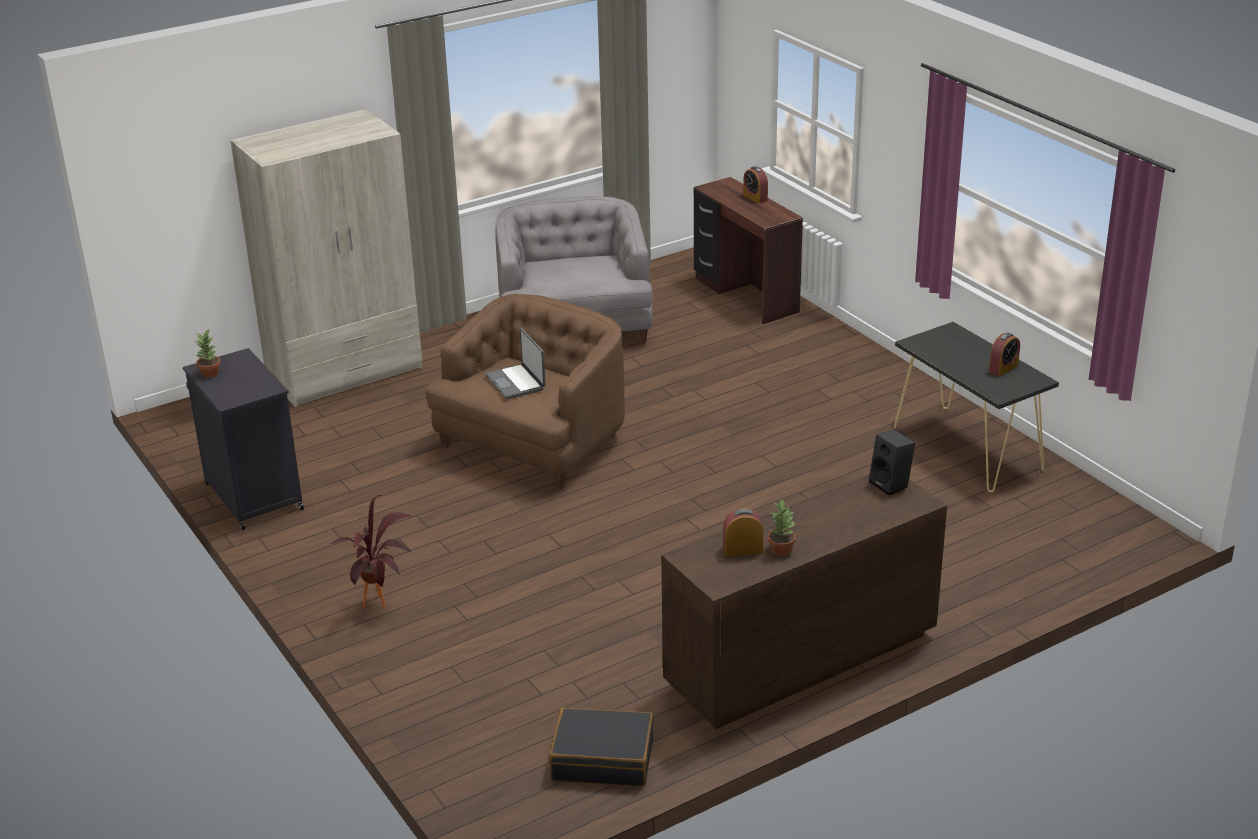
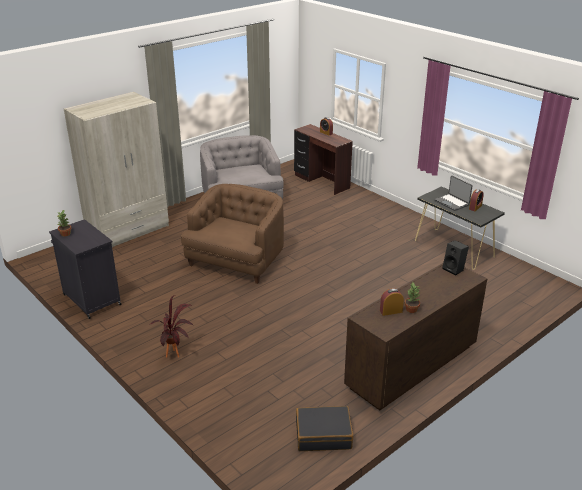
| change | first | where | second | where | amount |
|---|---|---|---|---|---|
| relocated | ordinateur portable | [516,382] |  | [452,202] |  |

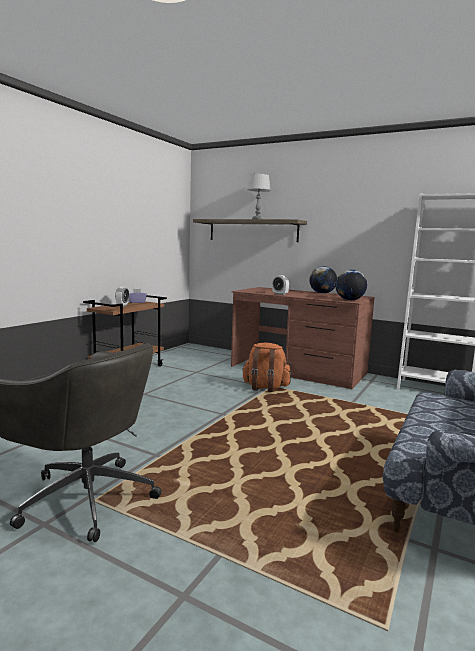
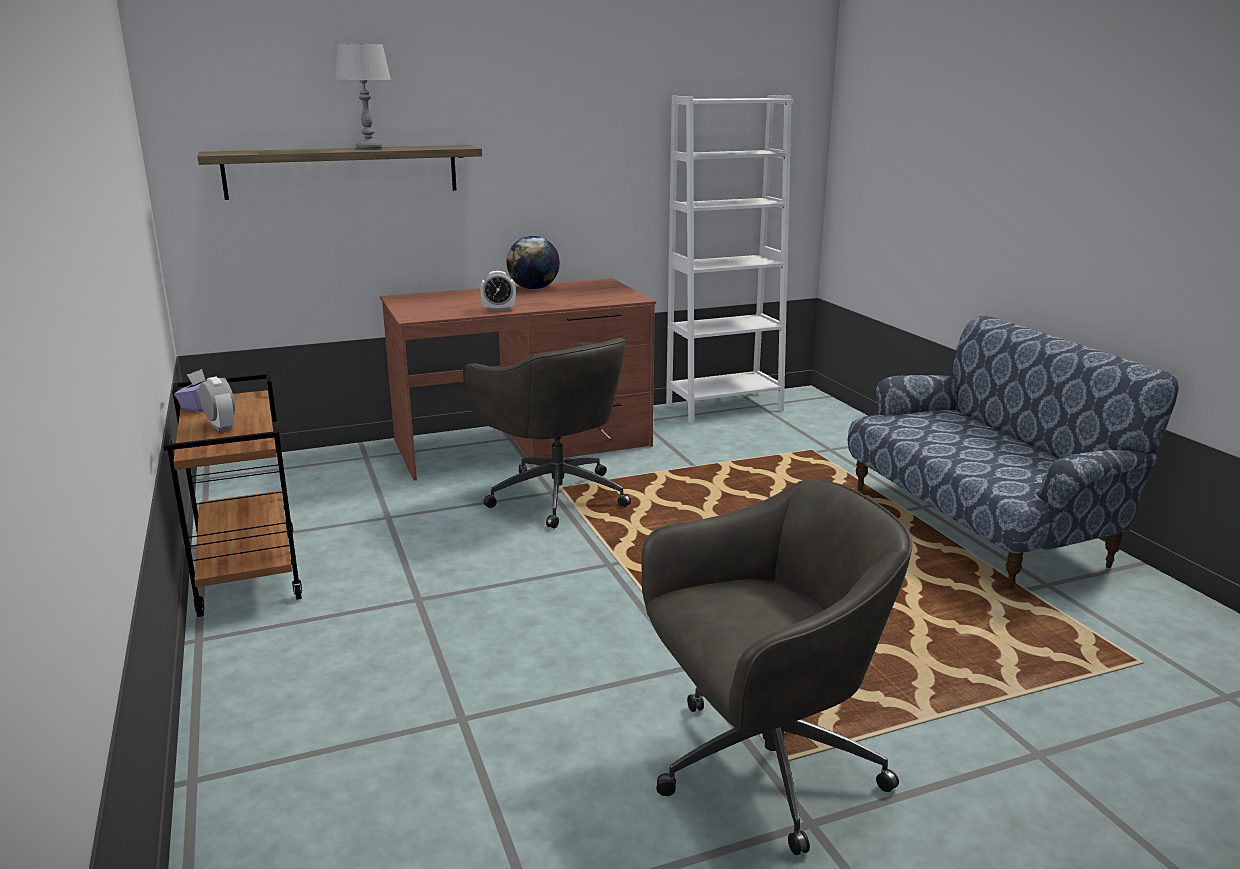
| change | first | where | second | where | amount |
|---|---|---|---|---|---|
| missing | globe | [349,300] |  |  |  |
| exchanged | sac à dos (orange) | [265,387] | chaise de bureau (gris) | [555,494] |  |

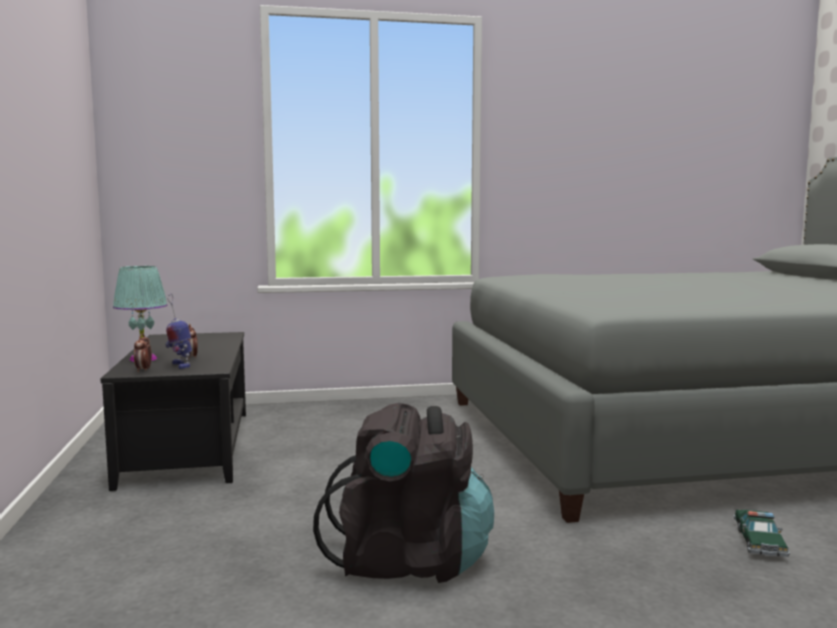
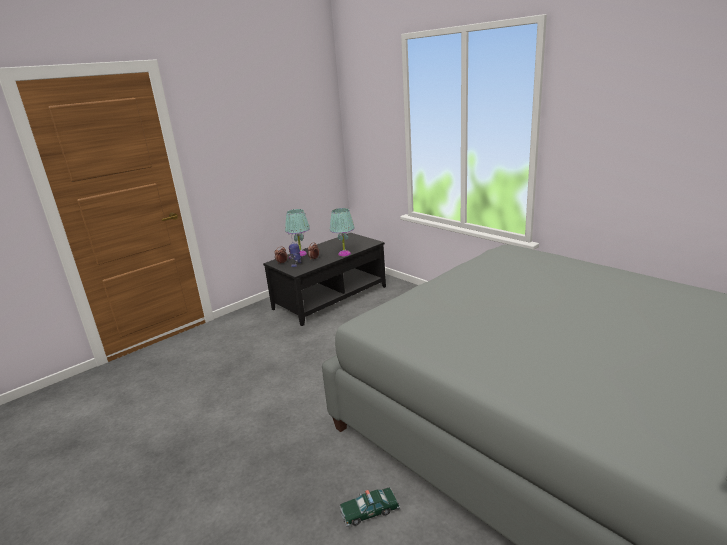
| change | first | where | second | where | amount |
|---|---|---|---|---|---|
| missing | sac à dos (noir) | [409,560] |  |  |  |
| appeared |  |  | lampe de table (turquoise) | [344,254] |  |

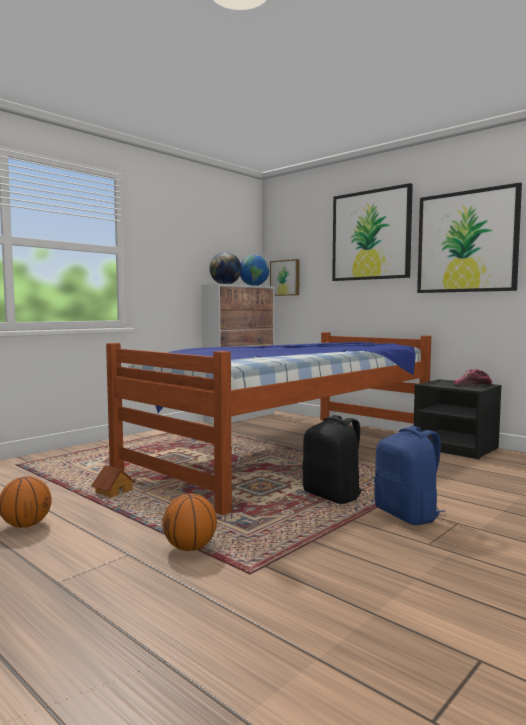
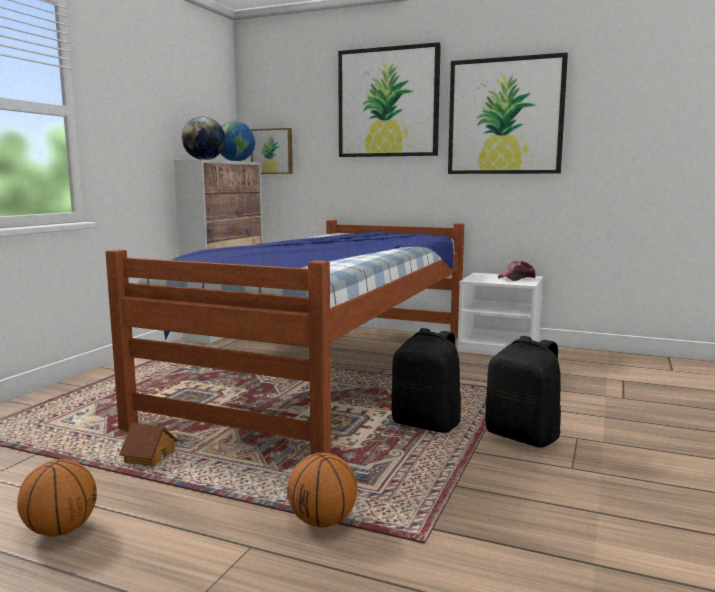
| change | first | where | second | where | amount |
|---|---|---|---|---|---|
| colour | table de chevet (noir) | [456,448] | table de chevet (blanc) | [500,348] |  |
| colour | sac à dos (bleu) | [408,515] | sac à dos (noir) | [523,436] |  |

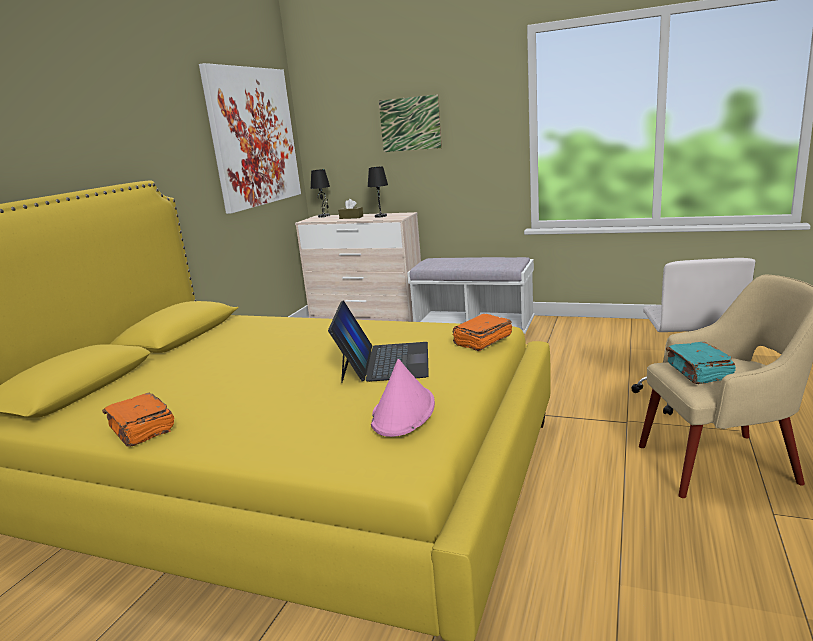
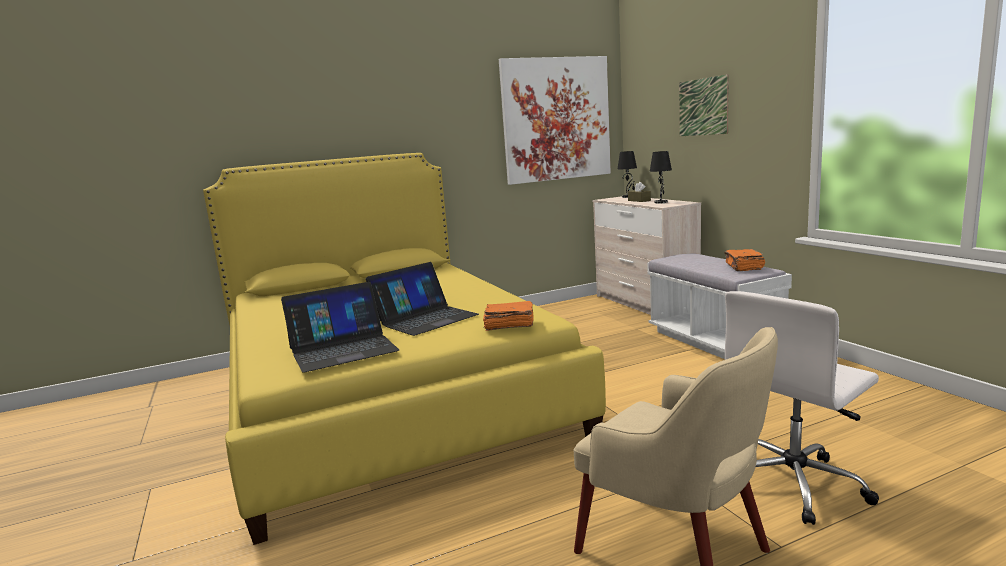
| change | first | where | second | where | amount |
|---|---|---|---|---|---|
| missing | livre (turquoise) | [698,372] |  |  |  |
| exchanged | chapeau (rose) | [403,412] | ordinateur portable | [343,349] |  |
| relocated | livre (orange) | [141,430] |  | [744,267] |  |

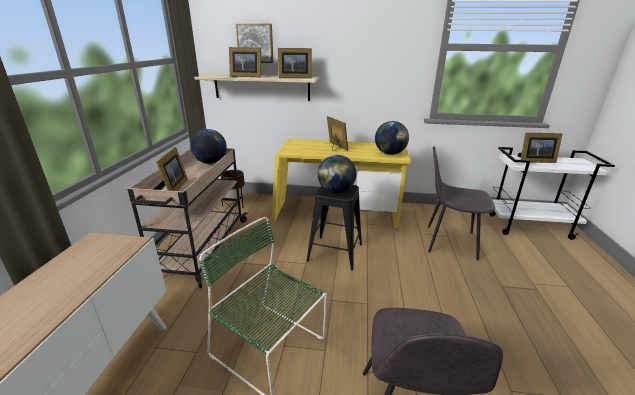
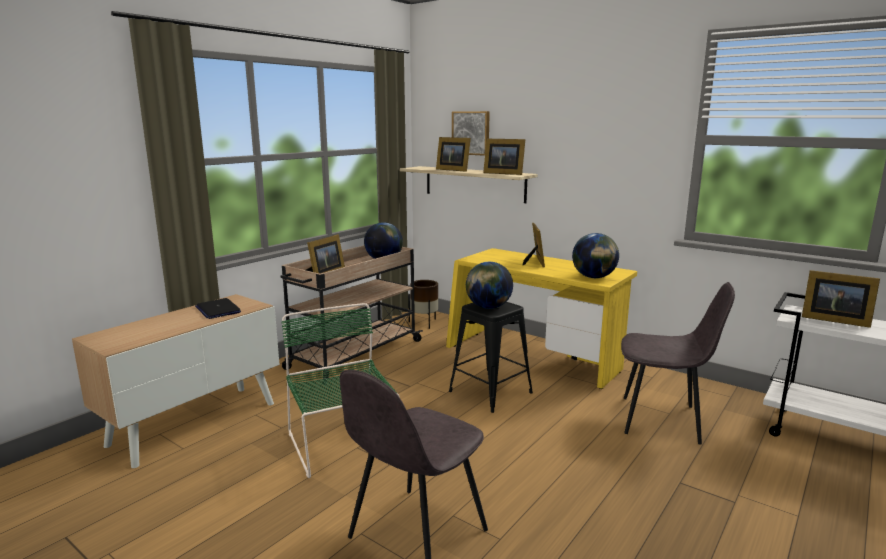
| change | first | where | second | where | amount |
|---|---|---|---|---|---|
| spun | chaise (gris) | [449,242] |  | [663,420] | 150 degrees clockwise |
| appeared |  |  | ordinateur portable | [218,310] |  |

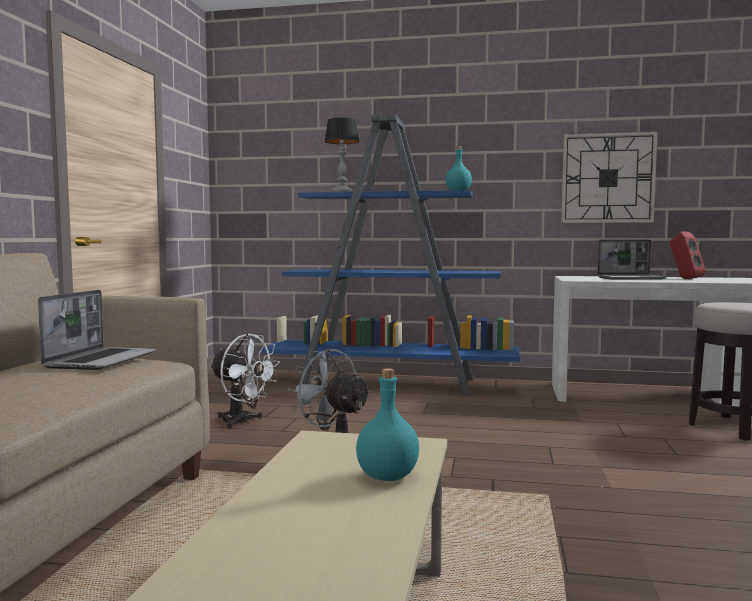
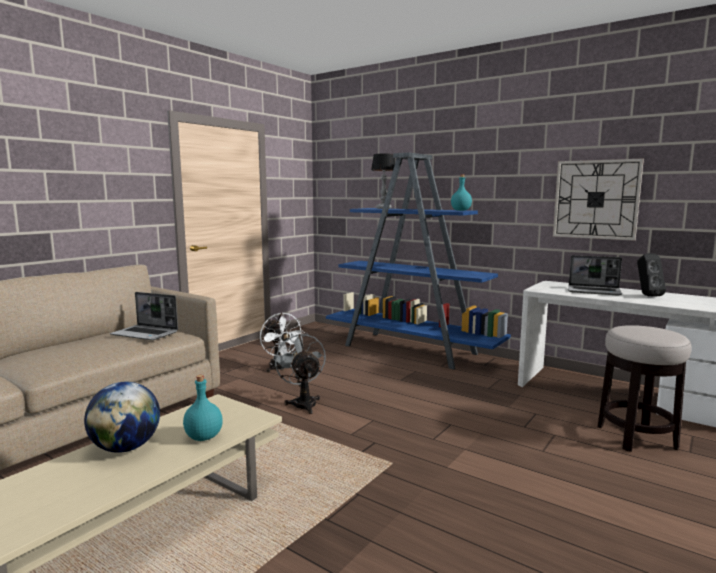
| change | first | where | second | where | amount |
|---|---|---|---|---|---|
| colour | enceinte (rouge) | [684,278] | enceinte (noir) | [646,295] |  |
| spun | ordinateur portable | [101,360] |  | [146,334] | 75 degrees clockwise |
| appeared |  |  | globe | [126,448] |  |

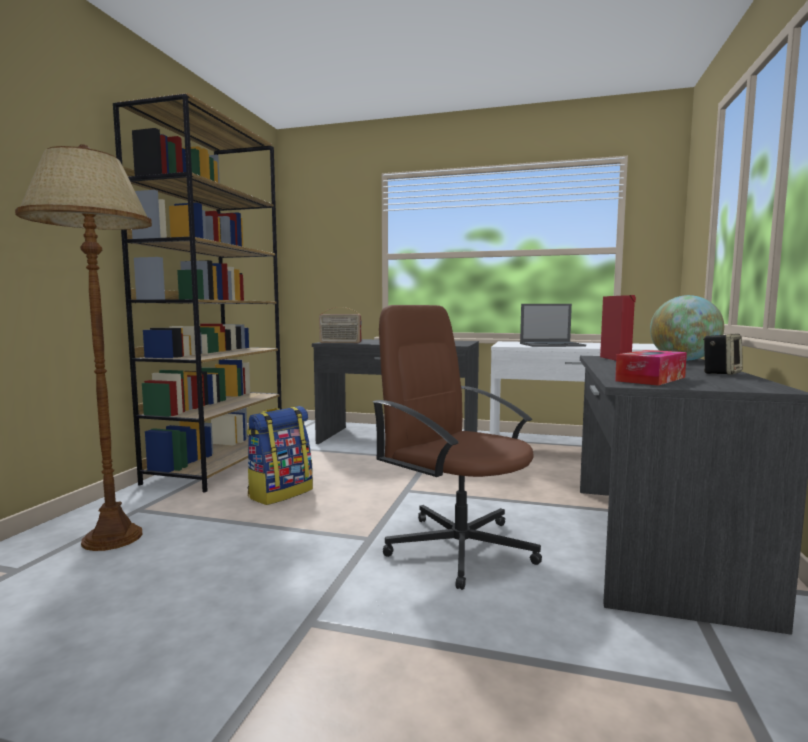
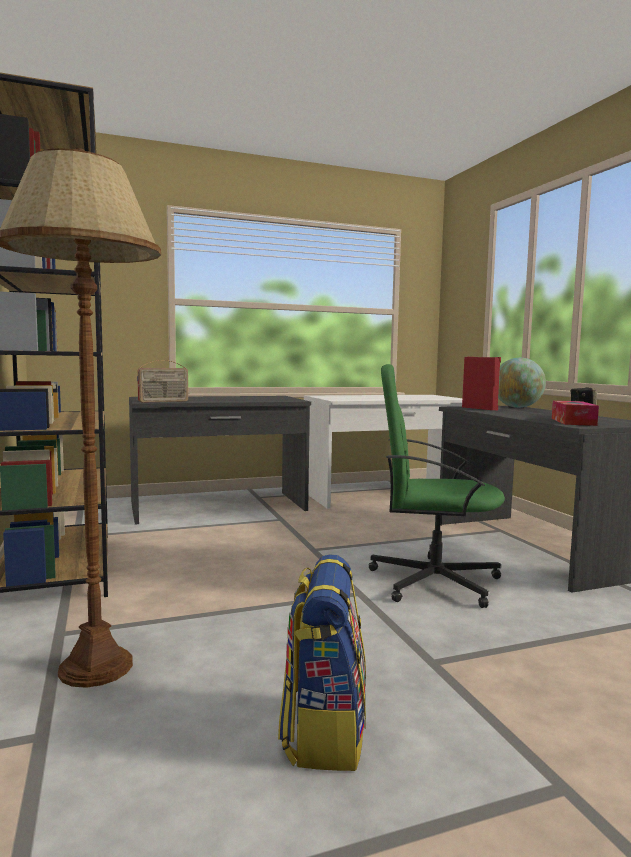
| change | first | where | second | where | amount |
|---|---|---|---|---|---|
| missing | ordinateur portable | [552,345] |  |  |  |
| colour | chaise de bureau (marron) | [458,547] | chaise de bureau (vert) | [432,581] |  |
| relocated | sac à dos | [280,493] |  | [323,731] |  |

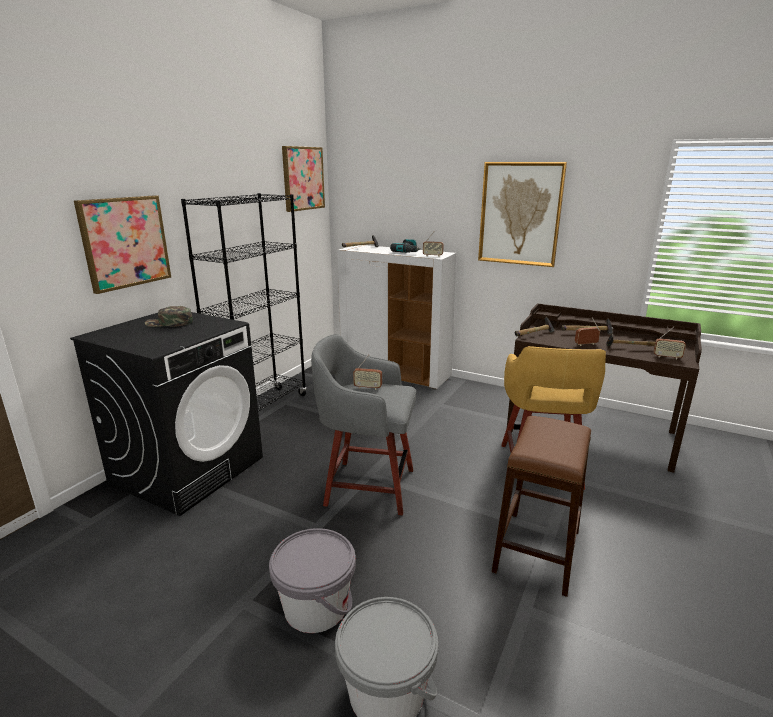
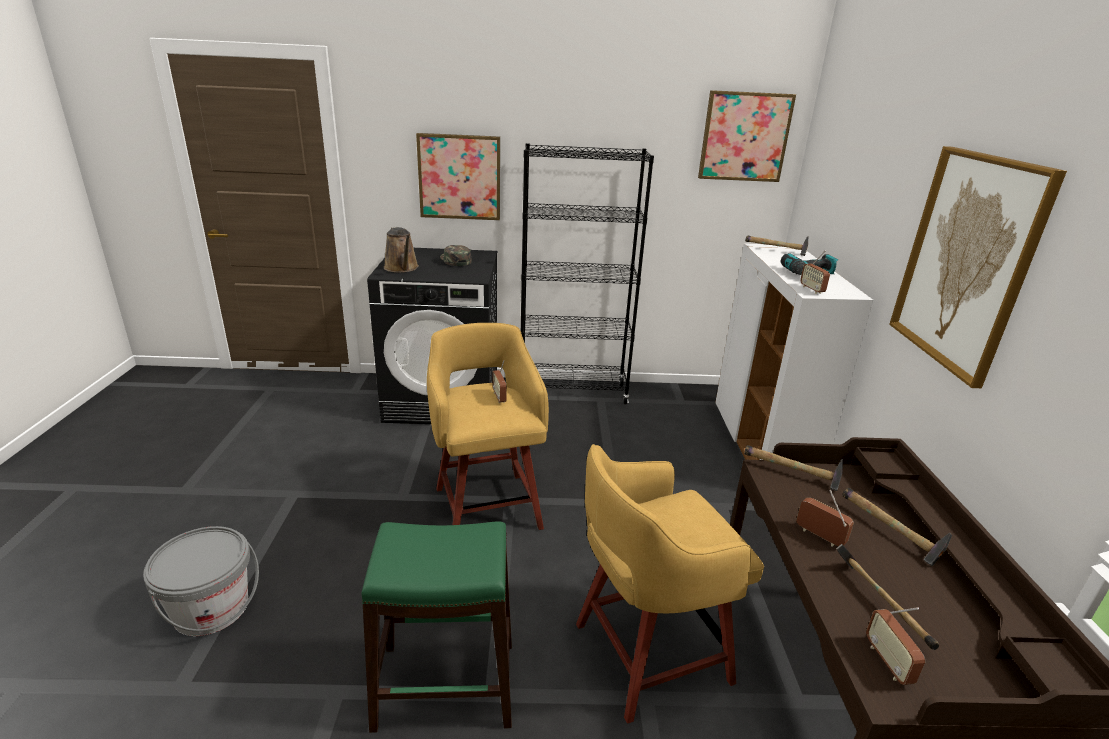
| change | first | where | second | where | amount |
|---|---|---|---|---|---|
| colour | tabouret (gris) | [367,486] | tabouret (jaune) | [487,505] |  |
| colour | tabouret (marron) | [536,550] | tabouret (vert) | [445,684] |  |
| missing | seau (gris) | [316,606] |  |  |  |
| appeared |  |  | arrosoir (marron) | [402,268] |  |

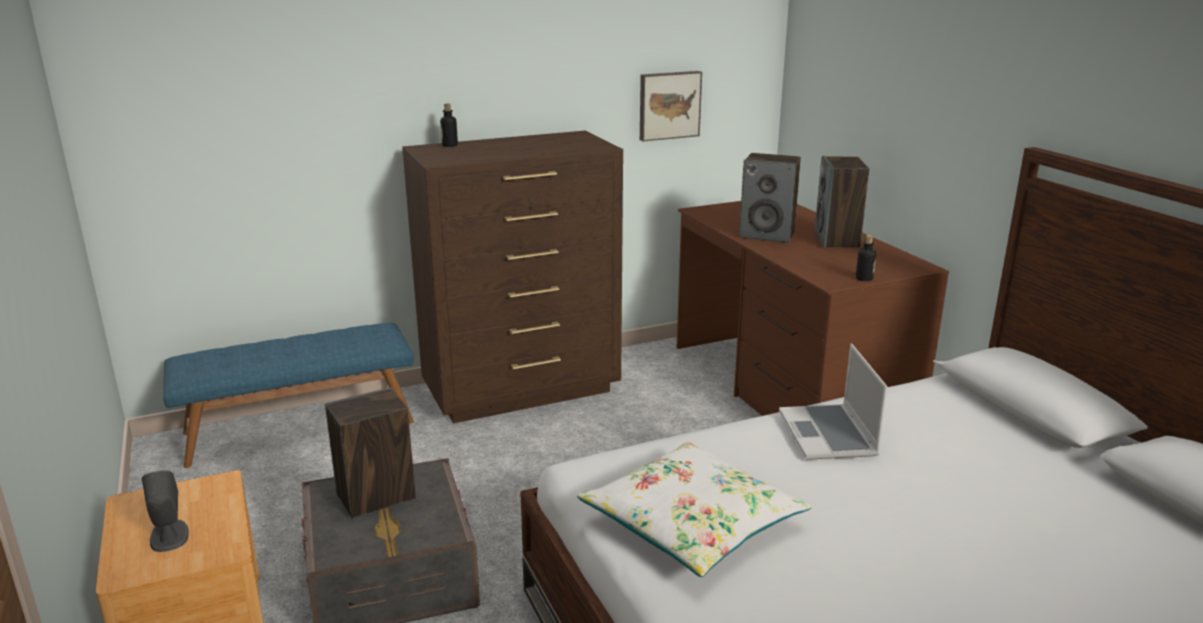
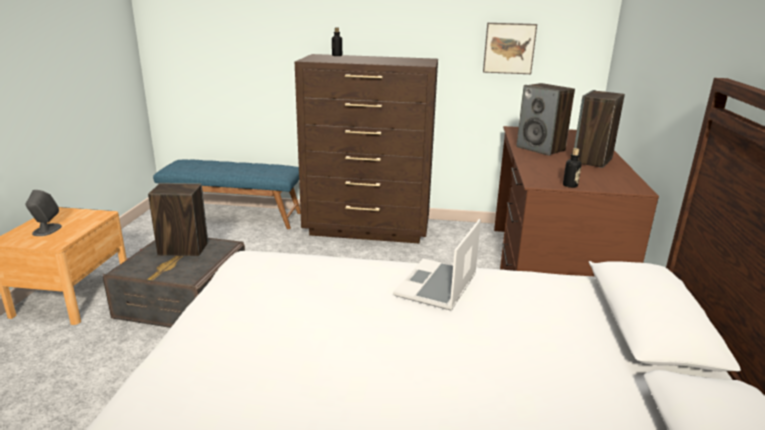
| change | first | where | second | where | amount |
|---|---|---|---|---|---|
| missing | coussin (blanc) | [692,523] |  |  |  |

